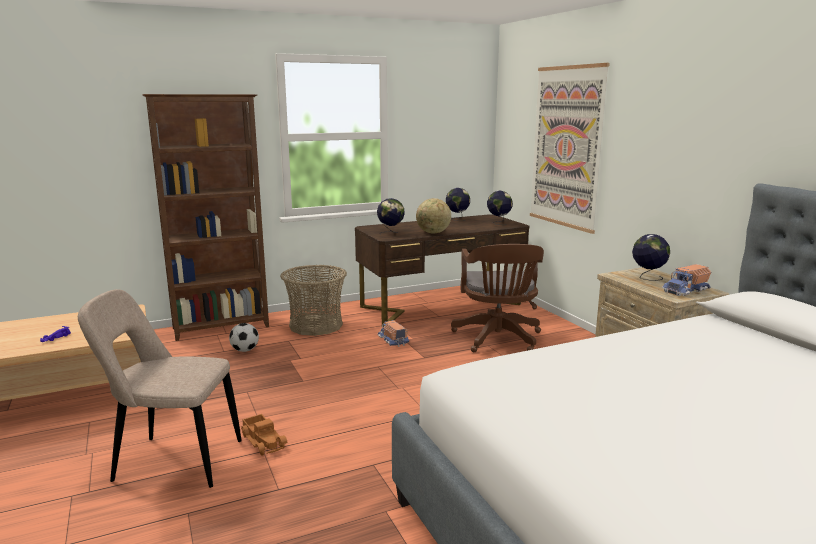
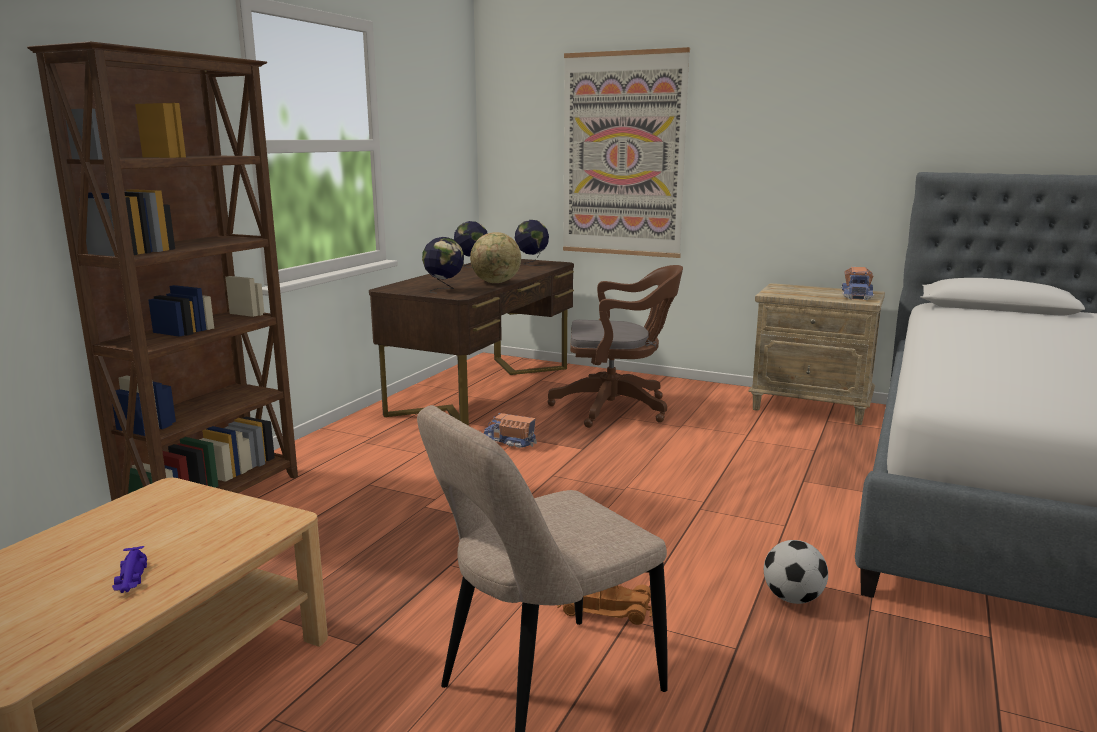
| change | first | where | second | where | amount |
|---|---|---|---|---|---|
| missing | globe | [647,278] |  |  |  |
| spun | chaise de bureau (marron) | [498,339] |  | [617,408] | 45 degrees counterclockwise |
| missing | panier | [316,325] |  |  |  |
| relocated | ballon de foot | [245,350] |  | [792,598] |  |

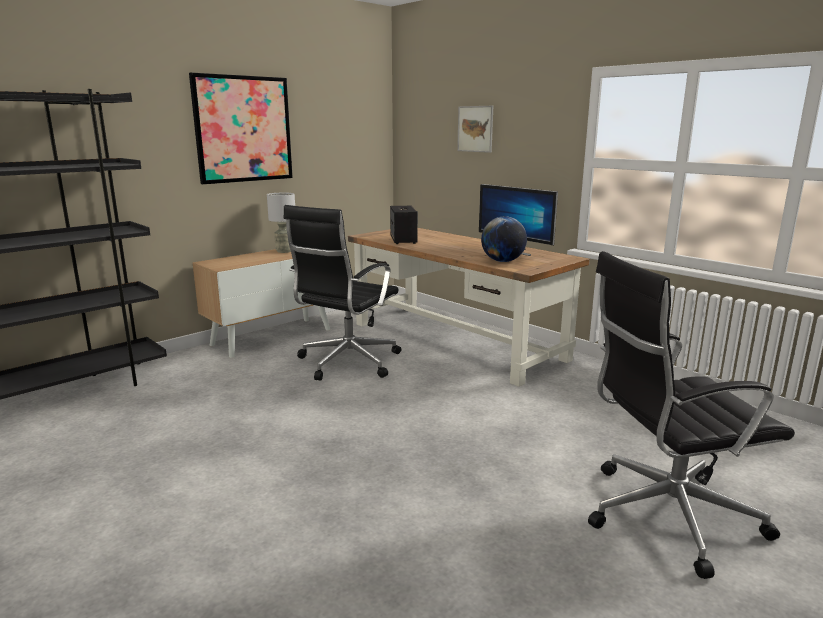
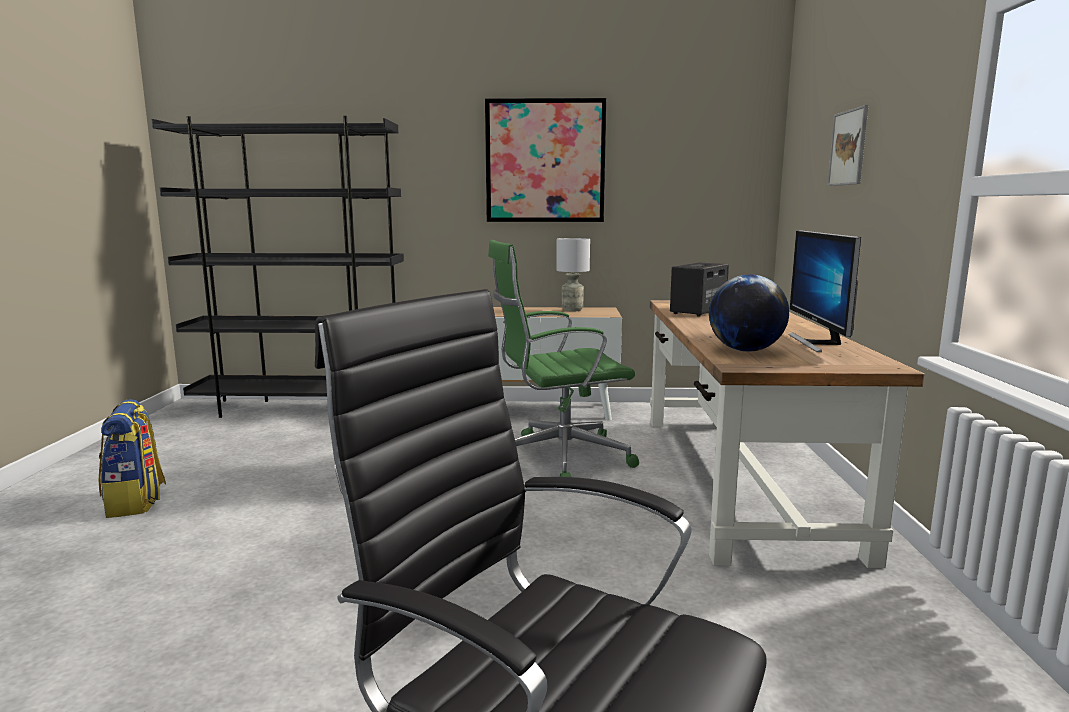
| change | first | where | second | where | amount |
|---|---|---|---|---|---|
| colour | chaise de bureau (noir) | [346,362] | chaise de bureau (vert) | [558,458] |  |
| appeared |  |  | sac à dos | [136,502] |  |

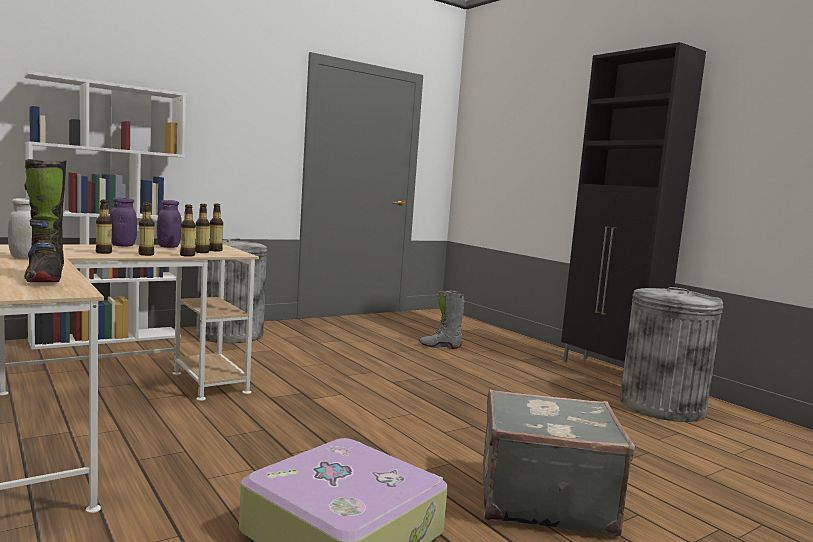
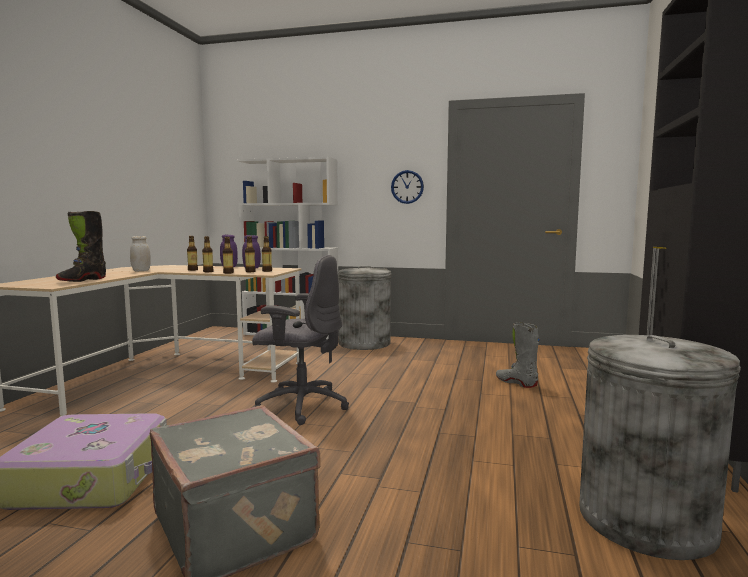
| change | first | where | second | where | amount |
|---|---|---|---|---|---|
| appeared |  |  | horloge murale | [407,187] |  |
| appeared |  |  | chaise de bureau (gris) | [301,406] |  |

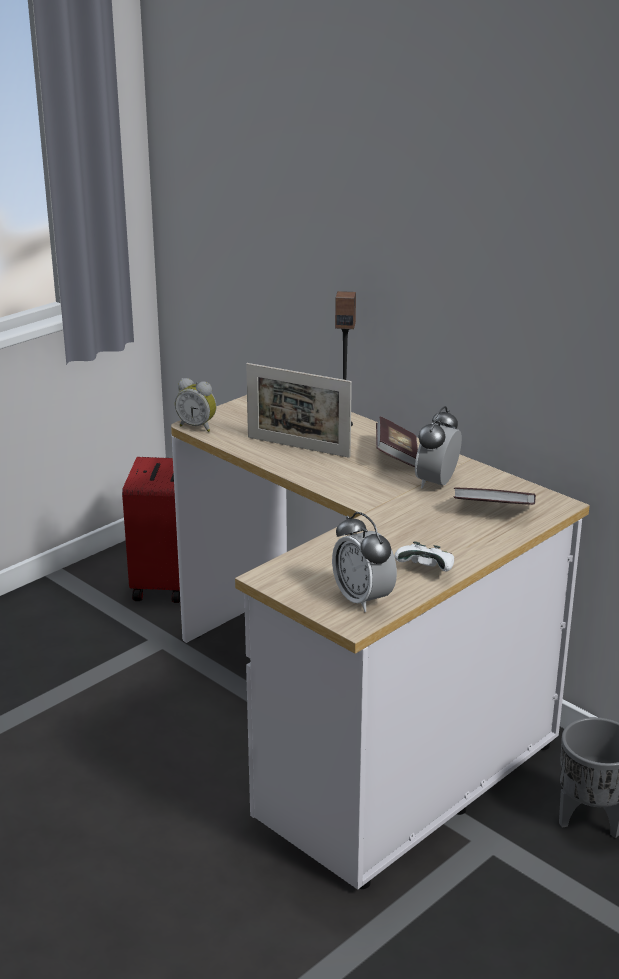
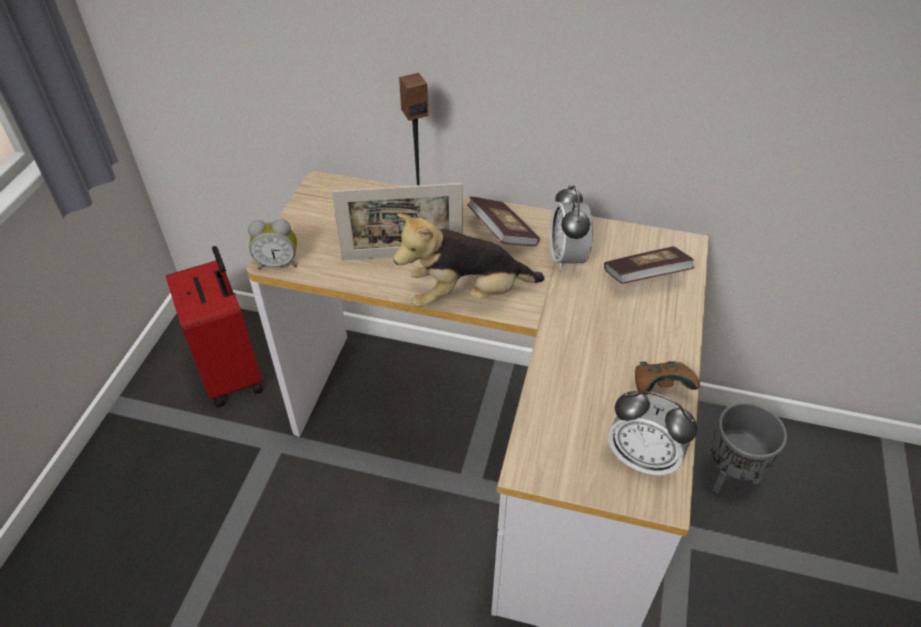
| change | first | where | second | where | amount |
|---|---|---|---|---|---|
| colour | manette (blanc) | [426,570] | manette (marron) | [660,387] |  |
| appeared |  |  | peluche | [467,295] |  |

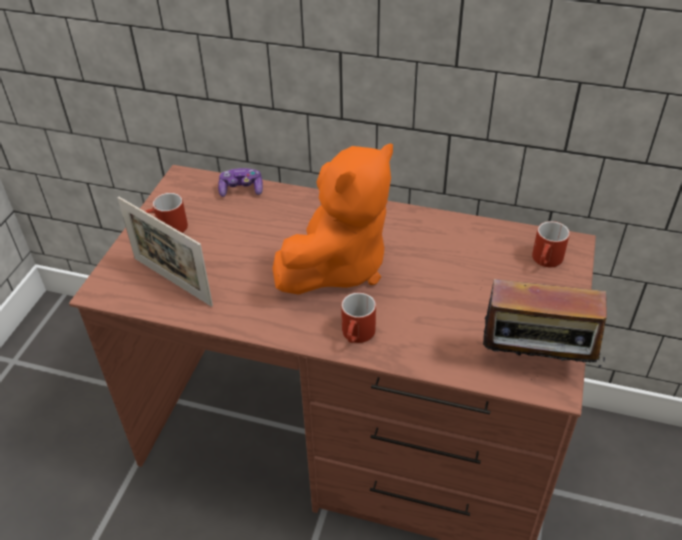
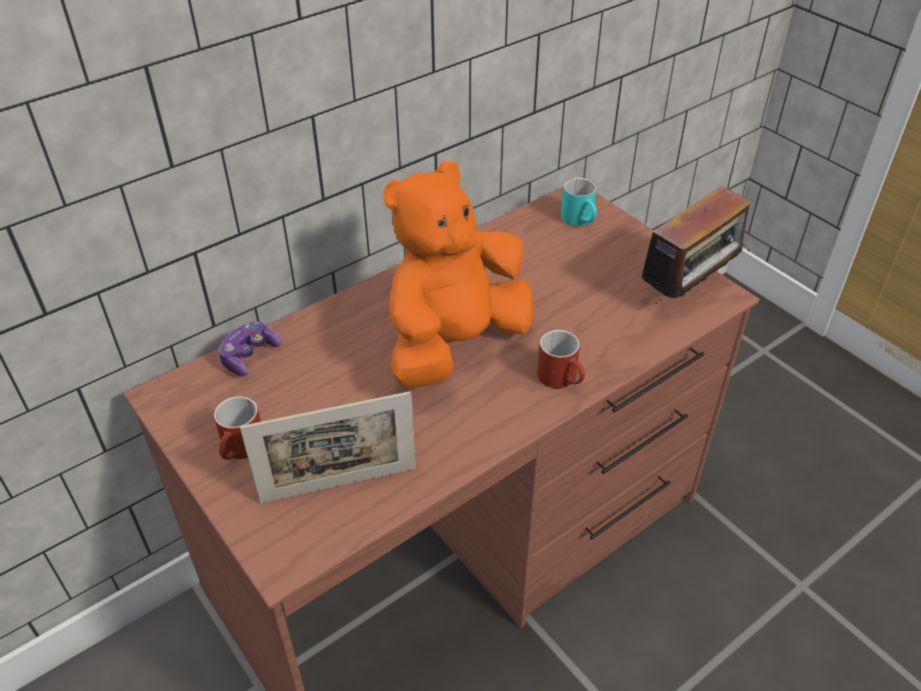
| change | first | where | second | where | amount |
|---|---|---|---|---|---|
| spun | peluche (orange) | [338,266] |  | [454,344] | 120 degrees counterclockwise |
| colour | mug (rouge) | [546,261] | mug (turquoise) | [581,220] |  |

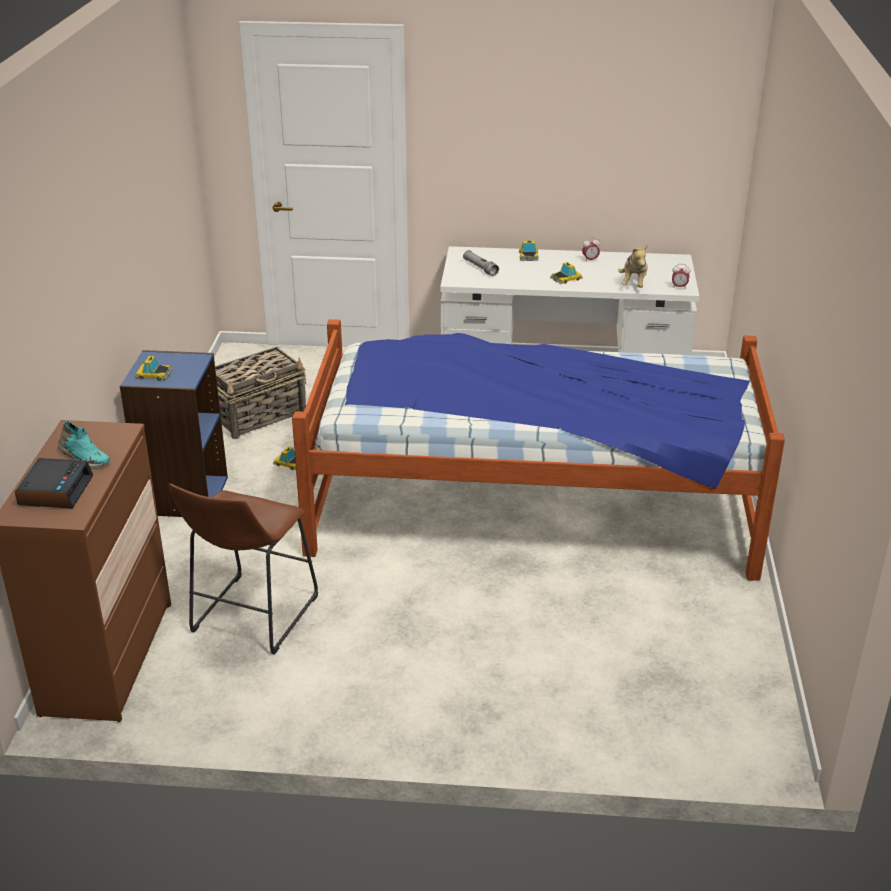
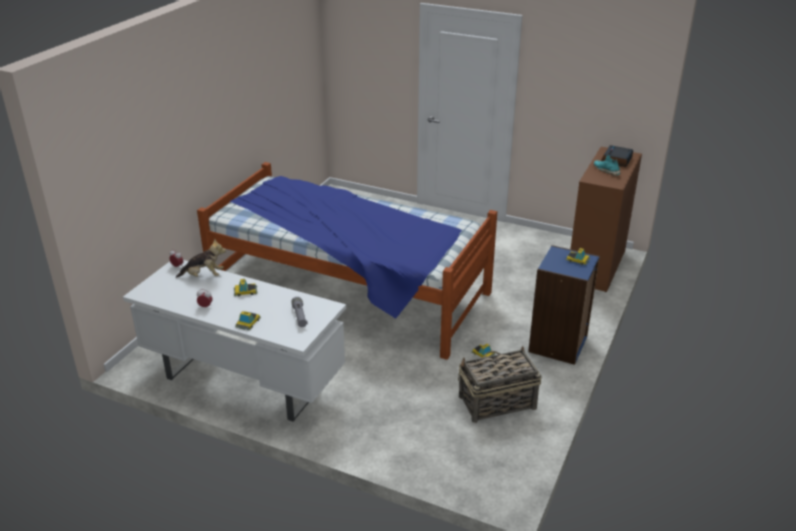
| change | first | where | second | where | amount |
|---|---|---|---|---|---|
| spun | peluche | [633,283] |  | [204,276] | 60 degrees clockwise |
| missing | tabouret (marron) | [250,618] |  |  |  |

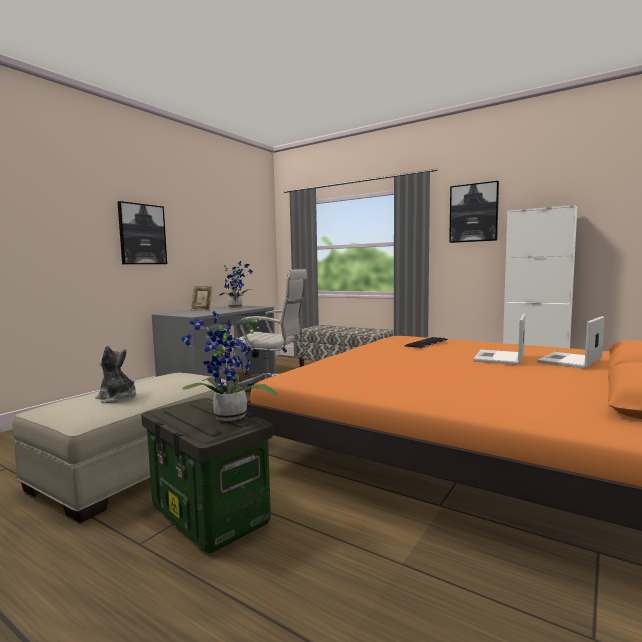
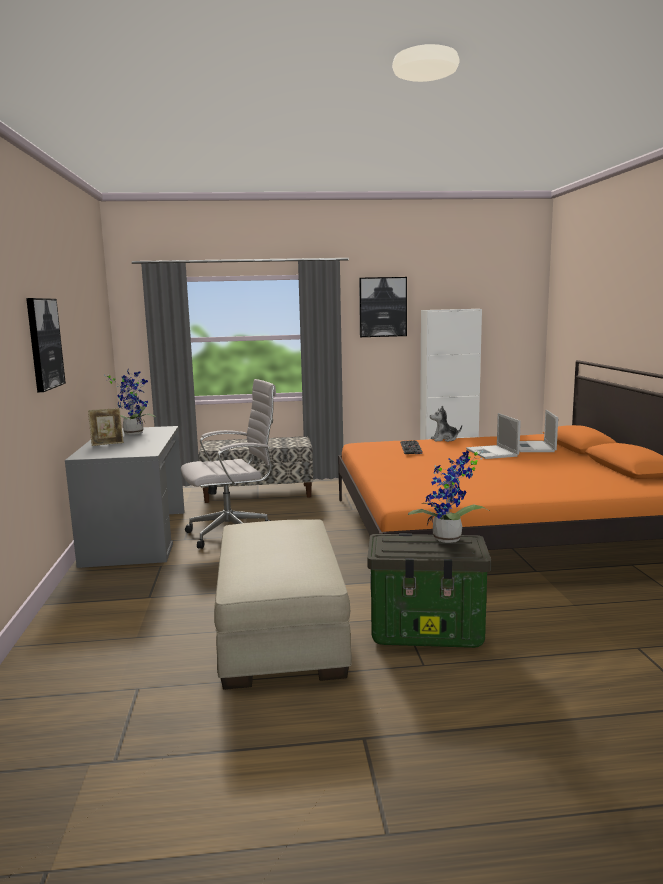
| change | first | where | second | where | amount |
|---|---|---|---|---|---|
| relocated | peluche | [117,398] |  | [444,439] |  |

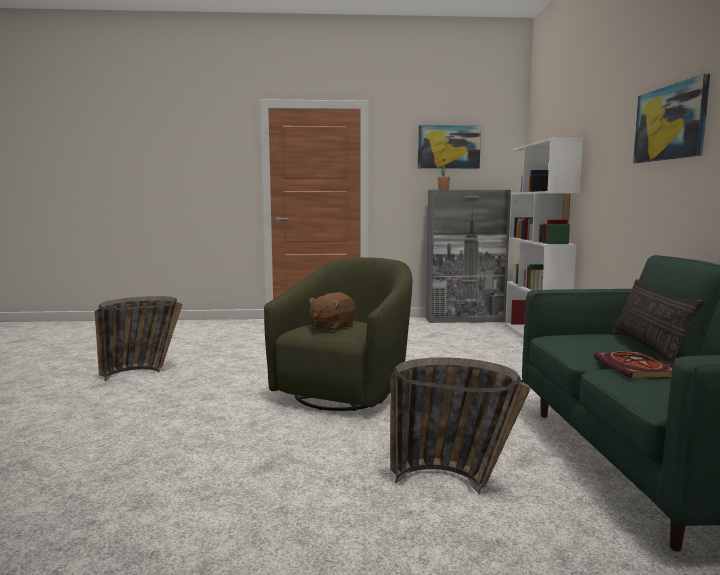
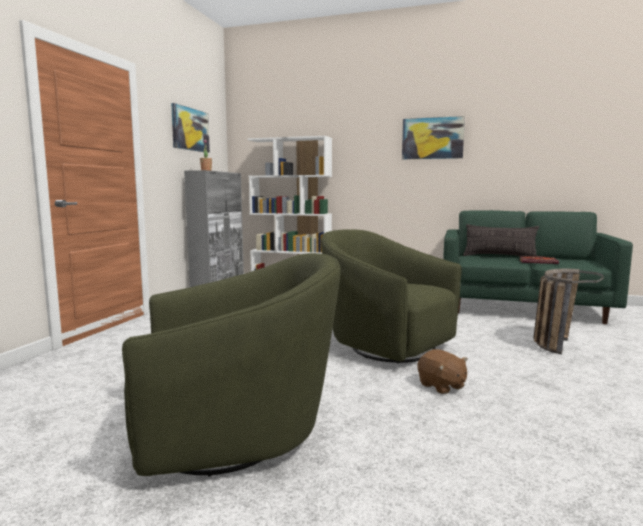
| change | first | where | second | where | amount |
|---|---|---|---|---|---|
| relocated | peluche (marron) | [331,327] |  | [441,386] |  |
| exchanged | panier | [143,372] | fauteuil (vert) | [236,435] |  |

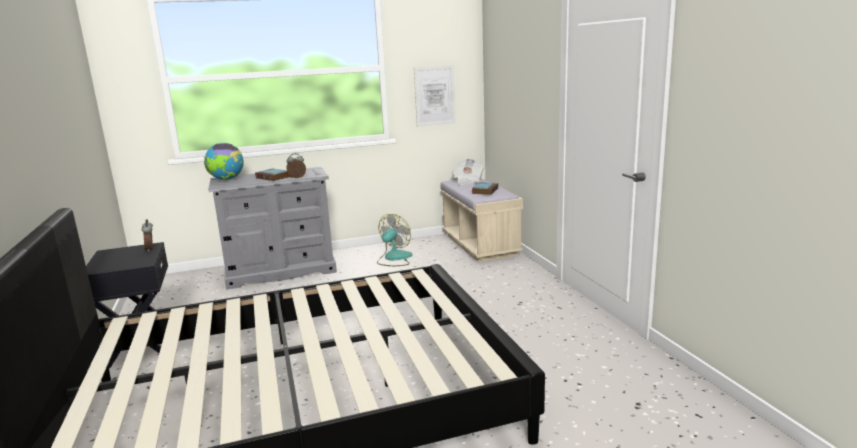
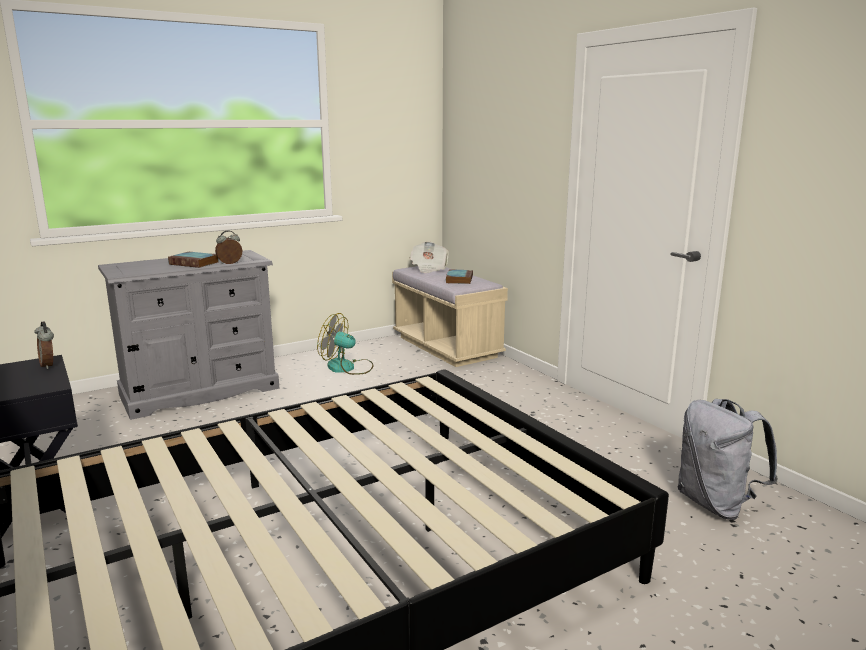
| change | first | where | second | where | amount |
|---|---|---|---|---|---|
| missing | tableau | [434,96] |  |  |  |
| missing | globe | [227,179] |  |  |  |
| spun | ventilateur | [394,259] |  | [347,368] | 90 degrees counterclockwise |
| appeared |  |  | sac à dos (gris) | [716,504] |  |

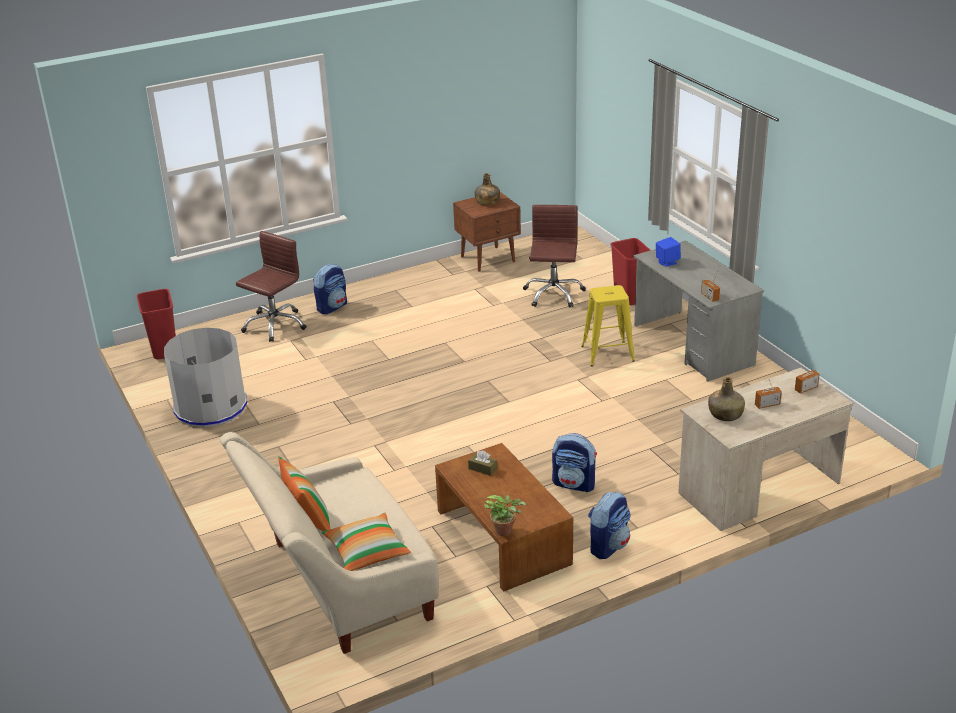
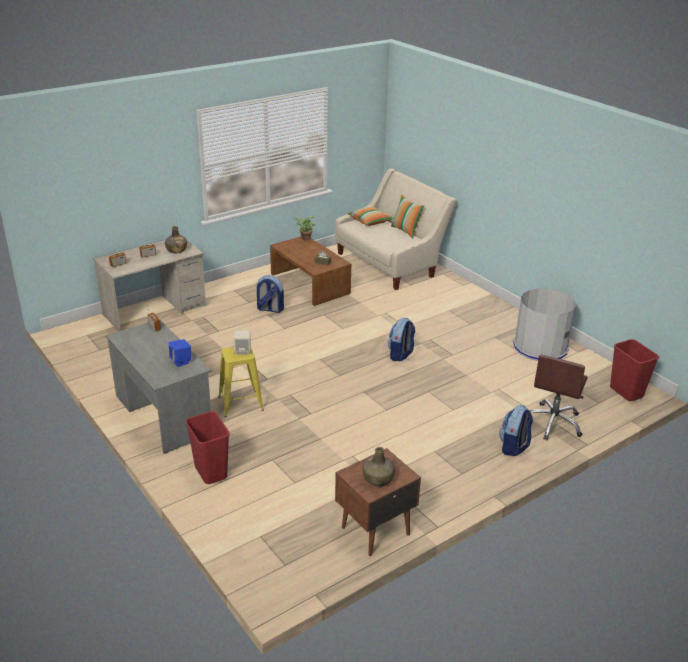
| change | first | where | second | where | amount |
|---|---|---|---|---|---|
| missing | chaise de bureau (marron) | [553,294] |  |  |  |
| relocated | sac à dos | [608,546] |  | [400,355] |  |
| appeared |  |  | enceinte (beige) | [243,351] |  |

